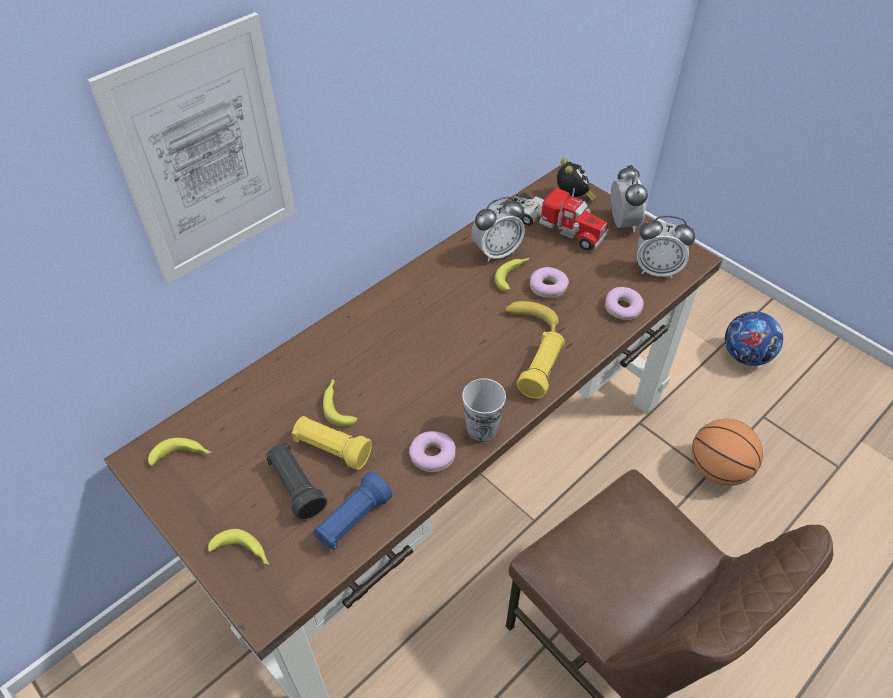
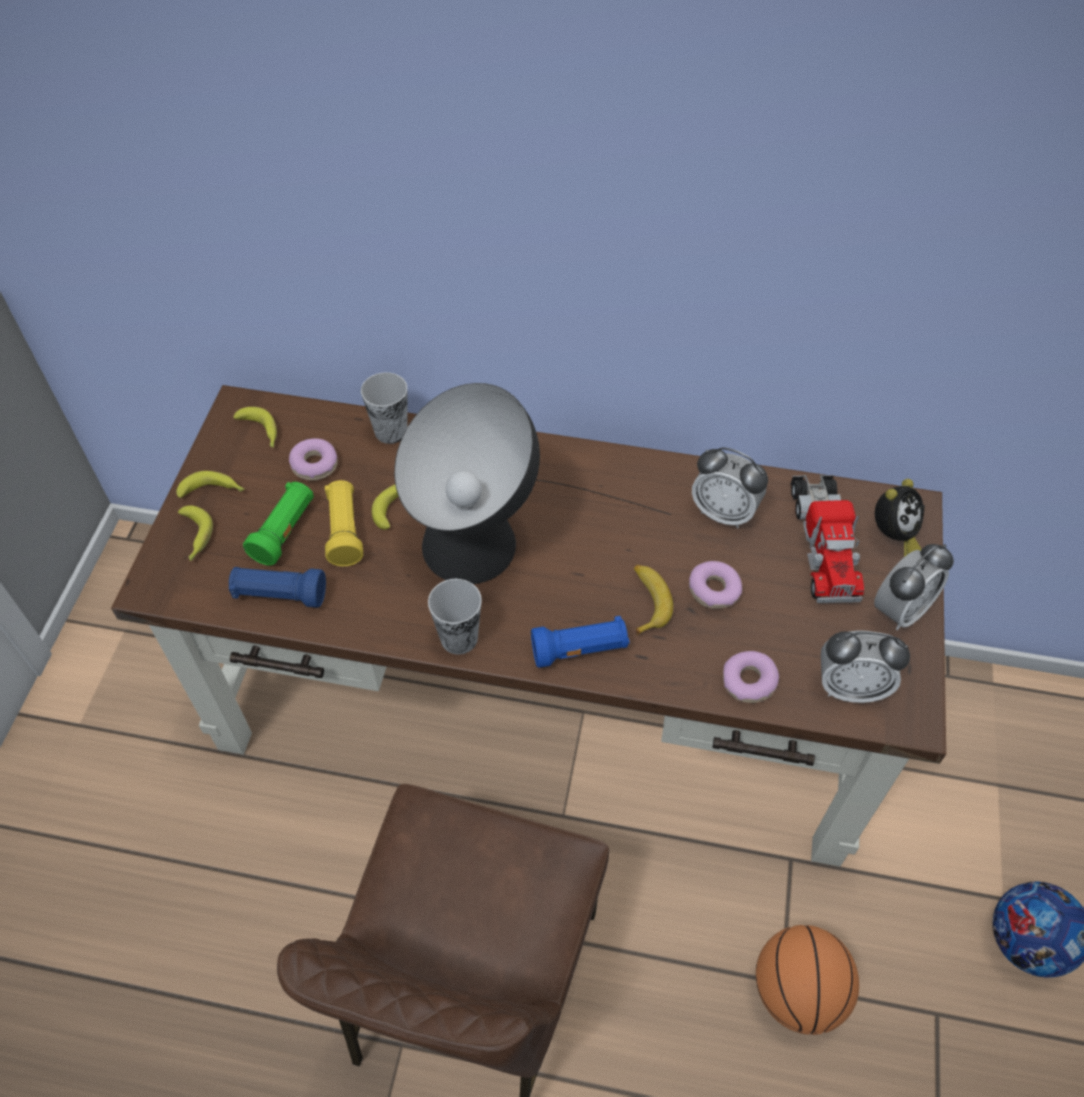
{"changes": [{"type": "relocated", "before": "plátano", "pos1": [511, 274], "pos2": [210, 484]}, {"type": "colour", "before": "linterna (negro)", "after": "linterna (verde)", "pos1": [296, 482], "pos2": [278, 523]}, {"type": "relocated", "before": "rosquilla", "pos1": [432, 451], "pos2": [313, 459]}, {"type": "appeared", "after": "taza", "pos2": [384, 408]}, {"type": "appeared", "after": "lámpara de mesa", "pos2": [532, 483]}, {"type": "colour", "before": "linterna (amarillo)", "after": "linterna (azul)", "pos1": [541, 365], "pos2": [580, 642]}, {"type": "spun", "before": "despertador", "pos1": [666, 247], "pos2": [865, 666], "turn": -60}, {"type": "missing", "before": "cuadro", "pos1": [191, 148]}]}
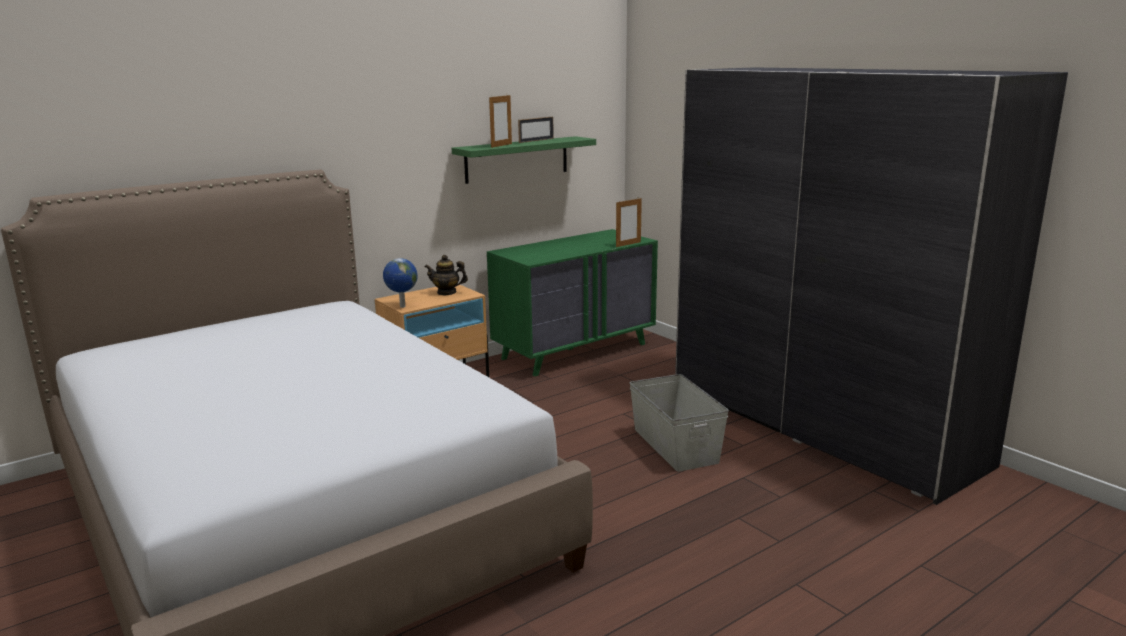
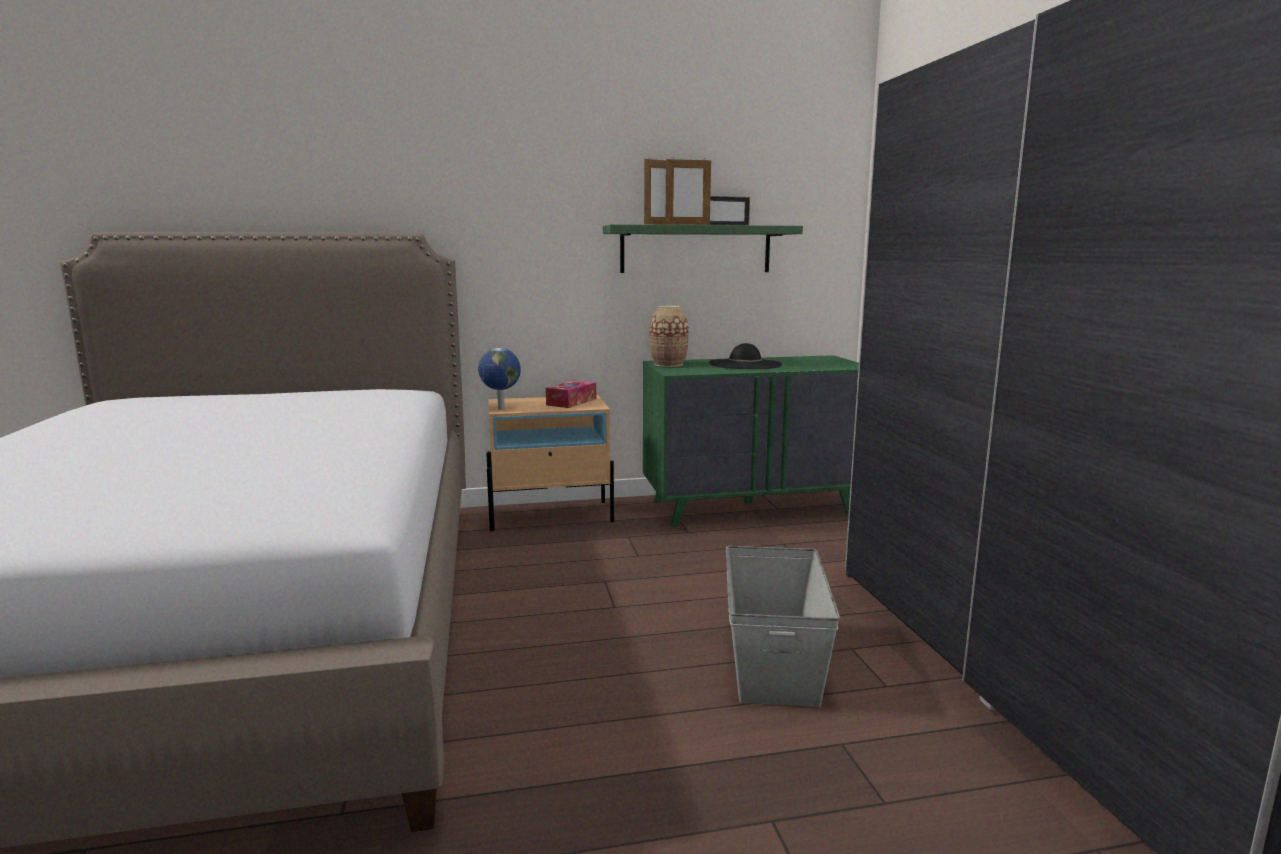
{"changes": [{"type": "exchanged", "before": "tetera", "after": "caja de pañuelos", "pos1": [446, 275], "pos2": [571, 394]}, {"type": "appeared", "after": "florero", "pos2": [669, 336]}, {"type": "relocated", "before": "portarretratos", "pos1": [629, 222], "pos2": [688, 191]}, {"type": "appeared", "after": "sombrero (negro)", "pos2": [745, 356]}]}
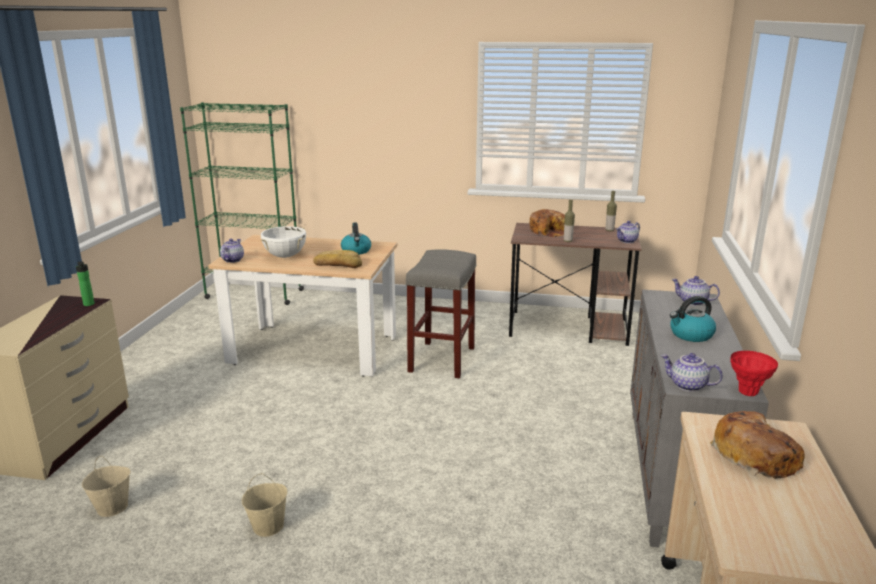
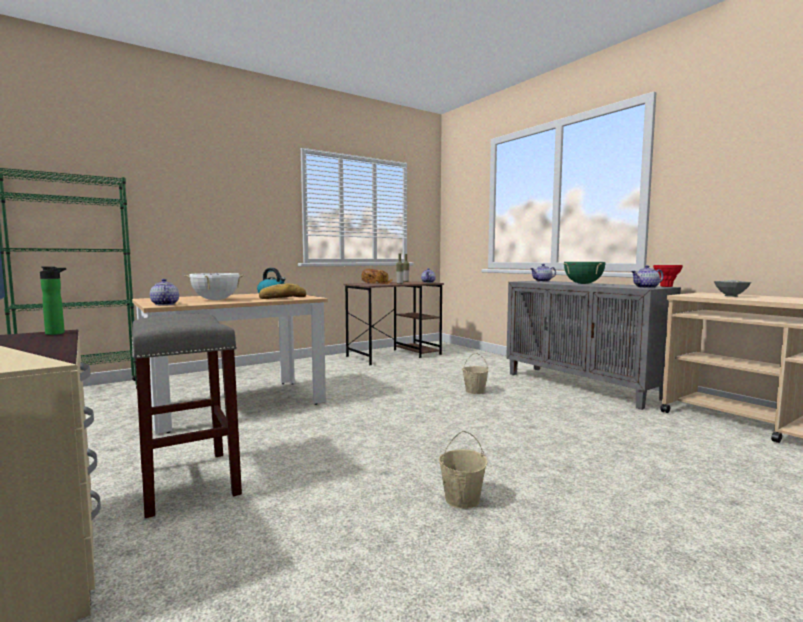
{"changes": [{"type": "relocated", "before": "taburete (gris)", "pos1": [441, 313], "pos2": [187, 415]}, {"type": "relocated", "before": "cubo (beis)", "pos1": [106, 486], "pos2": [475, 373]}, {"type": "exchanged", "before": "hervidor", "after": "olla (verde)", "pos1": [693, 319], "pos2": [584, 273]}, {"type": "exchanged", "before": "pan", "after": "cuenco (gris)", "pos1": [758, 445], "pos2": [732, 288]}]}
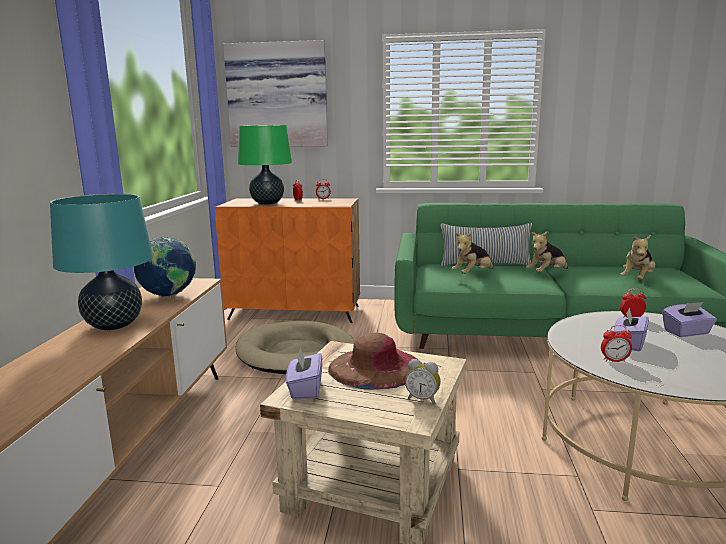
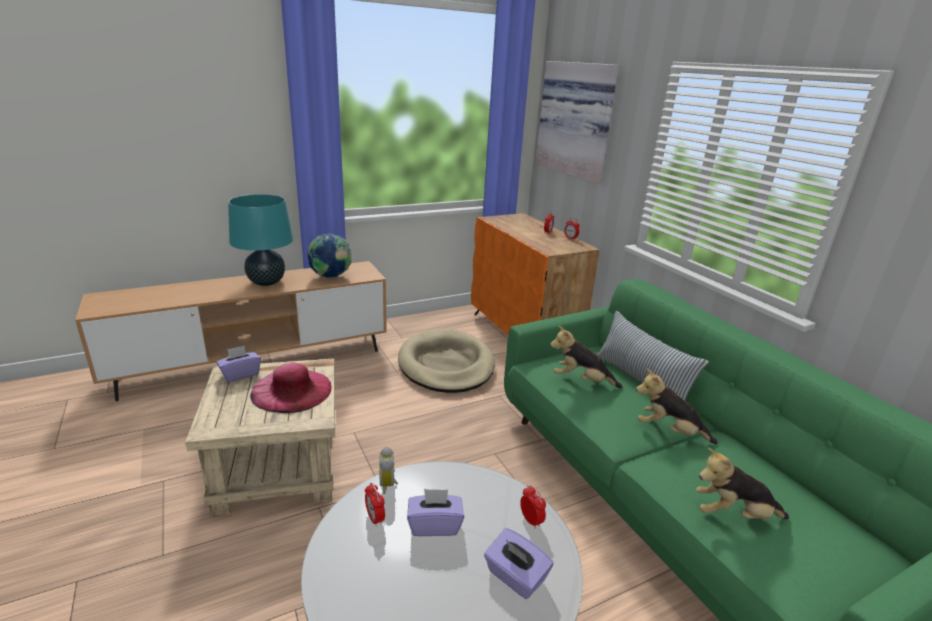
{"changes": [{"type": "colour", "before": "sombrero (marrón)", "after": "sombrero (rosa)", "pos1": [375, 361], "pos2": [291, 388]}, {"type": "relocated", "before": "despertador", "pos1": [423, 381], "pos2": [388, 470]}, {"type": "missing", "before": "lámpara de mesa (verde)", "pos1": [265, 165]}]}
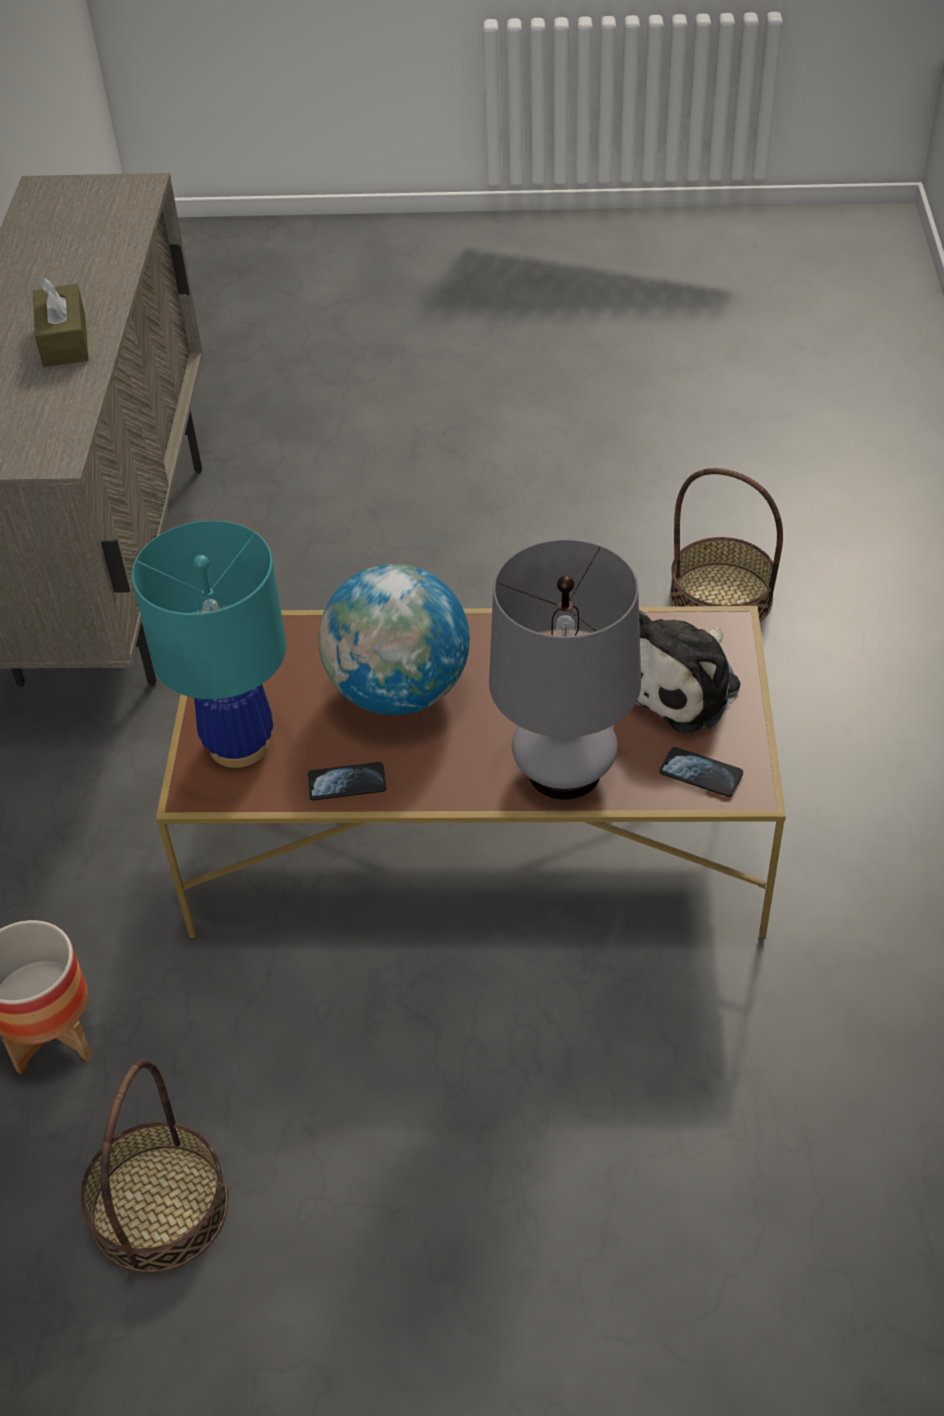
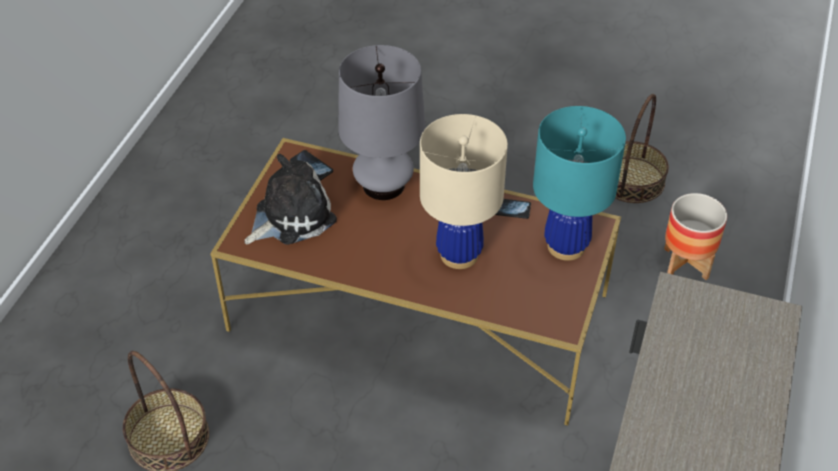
{"changes": [{"type": "exchanged", "before": "globo terráqueo", "after": "lámpara de mesa (beis)", "pos1": [394, 639], "pos2": [464, 191]}, {"type": "missing", "before": "caja de pañuelos (marrón)", "pos1": [61, 322]}]}
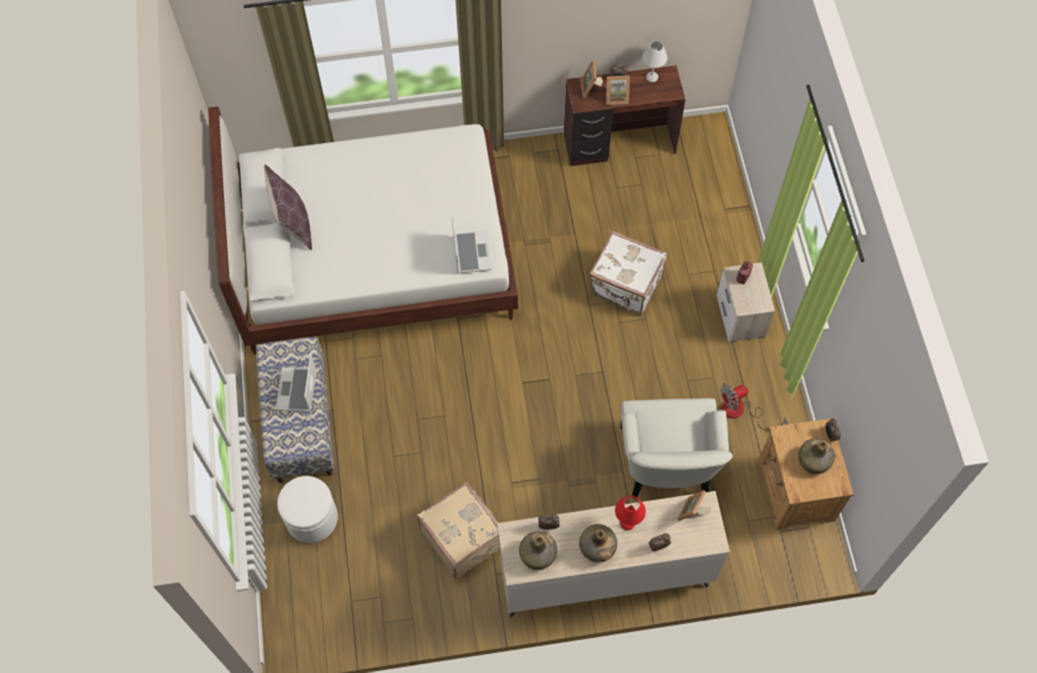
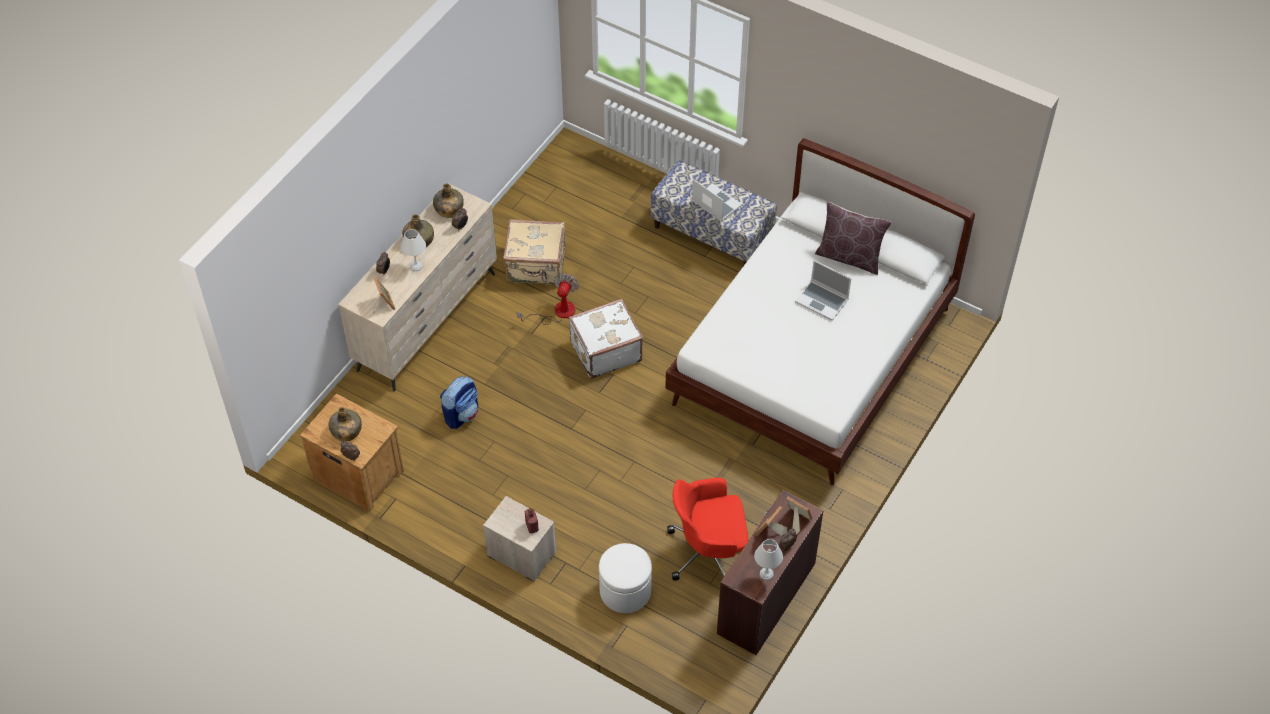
{"changes": [{"type": "colour", "before": "lámpara de mesa (rojo)", "after": "lámpara de mesa (blanco)", "pos1": [630, 513], "pos2": [413, 250]}, {"type": "exchanged", "before": "sillón (blanco)", "after": "mochila", "pos1": [677, 448], "pos2": [459, 403]}, {"type": "relocated", "before": "ventilador", "pos1": [754, 407], "pos2": [548, 299]}, {"type": "relocated", "before": "maleta (blanco)", "pos1": [628, 273], "pos2": [606, 339]}, {"type": "relocated", "before": "puf (blanco)", "pos1": [307, 509], "pos2": [625, 578]}, {"type": "appeared", "after": "silla de oficina (rojo)", "pos2": [707, 529]}, {"type": "relocated", "before": "portátil", "pos1": [472, 245], "pos2": [823, 290]}]}
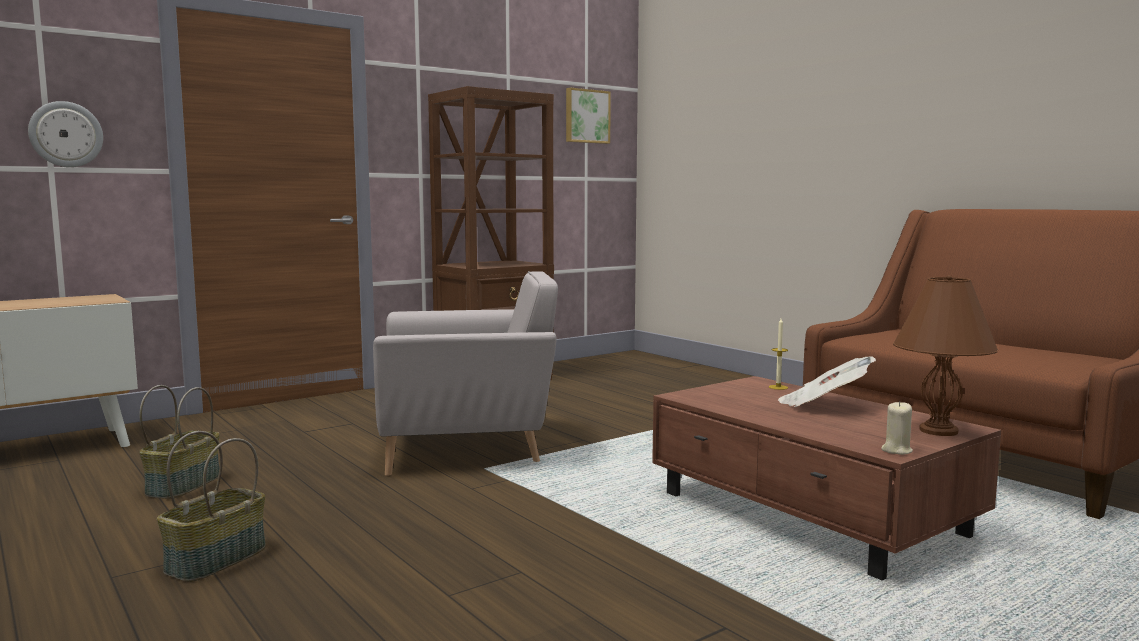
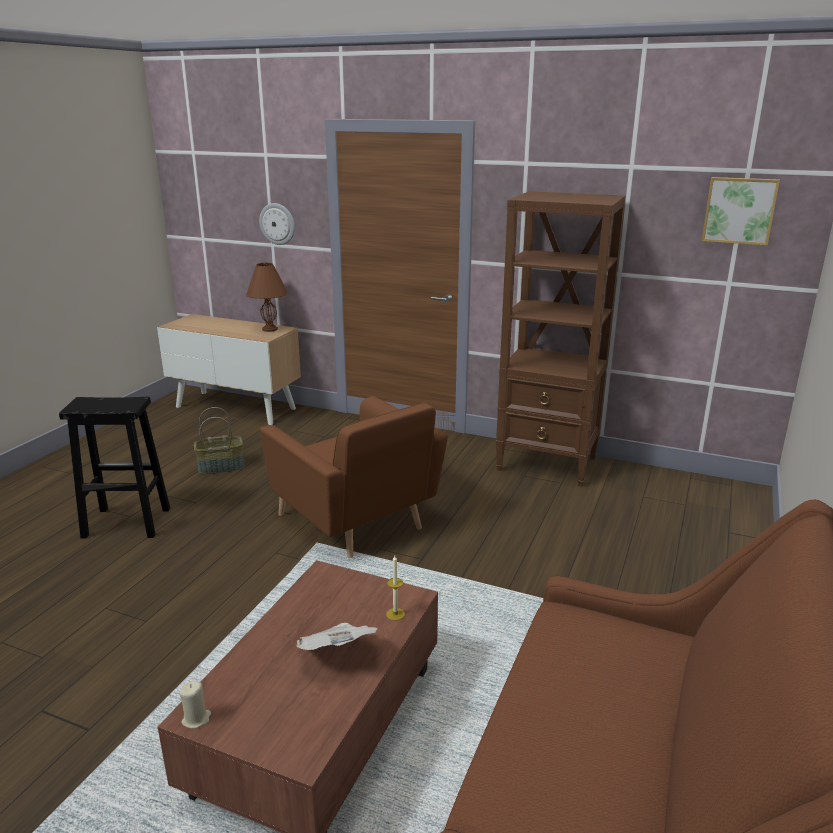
{"changes": [{"type": "exchanged", "before": "cesta", "after": "taburete (negro)", "pos1": [211, 506], "pos2": [114, 468]}, {"type": "relocated", "before": "lámpara de mesa (marrón)", "pos1": [945, 355], "pos2": [267, 297]}, {"type": "colour", "before": "sillón (gris)", "after": "sillón (marrón)", "pos1": [465, 373], "pos2": [354, 477]}]}
